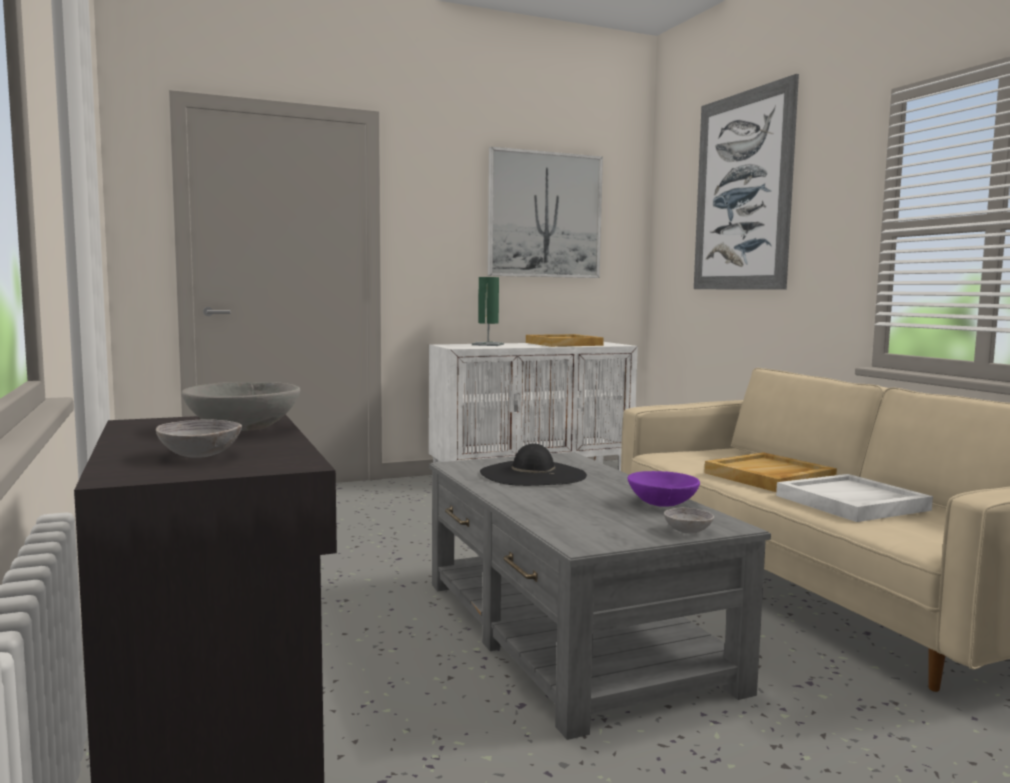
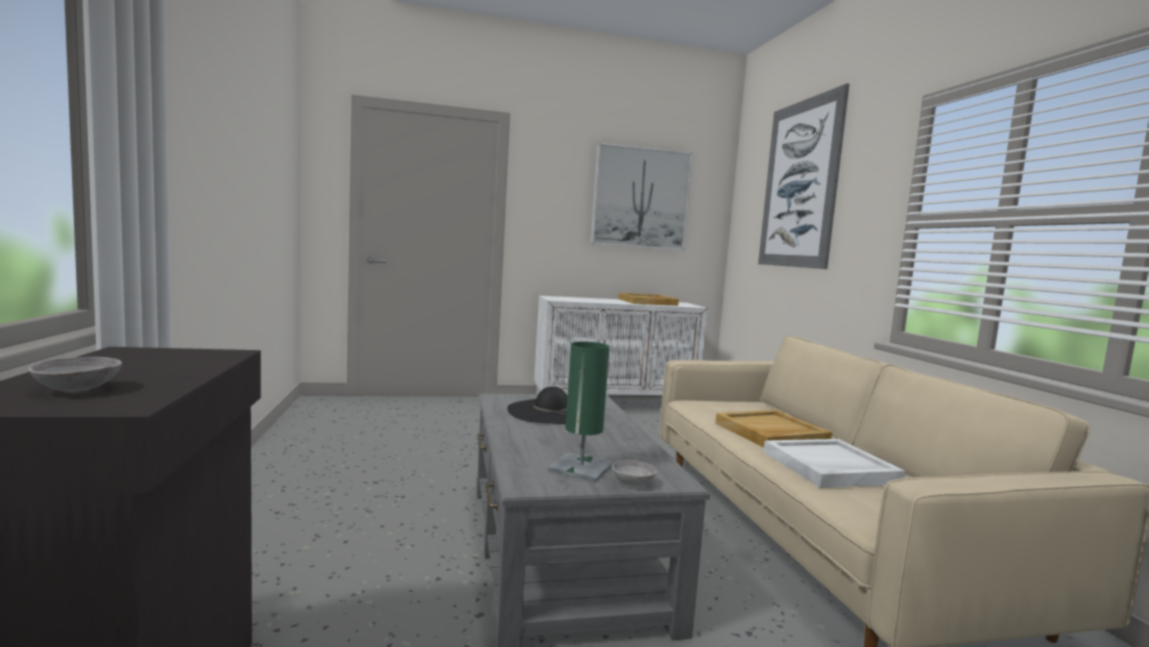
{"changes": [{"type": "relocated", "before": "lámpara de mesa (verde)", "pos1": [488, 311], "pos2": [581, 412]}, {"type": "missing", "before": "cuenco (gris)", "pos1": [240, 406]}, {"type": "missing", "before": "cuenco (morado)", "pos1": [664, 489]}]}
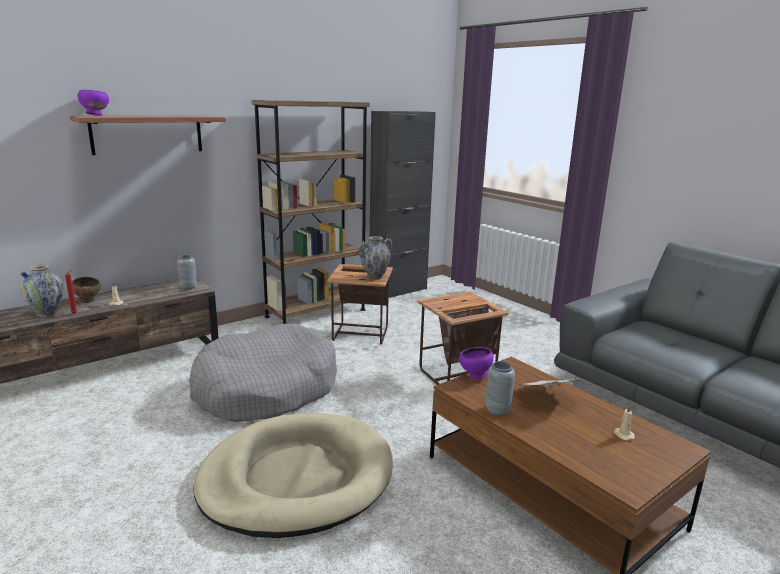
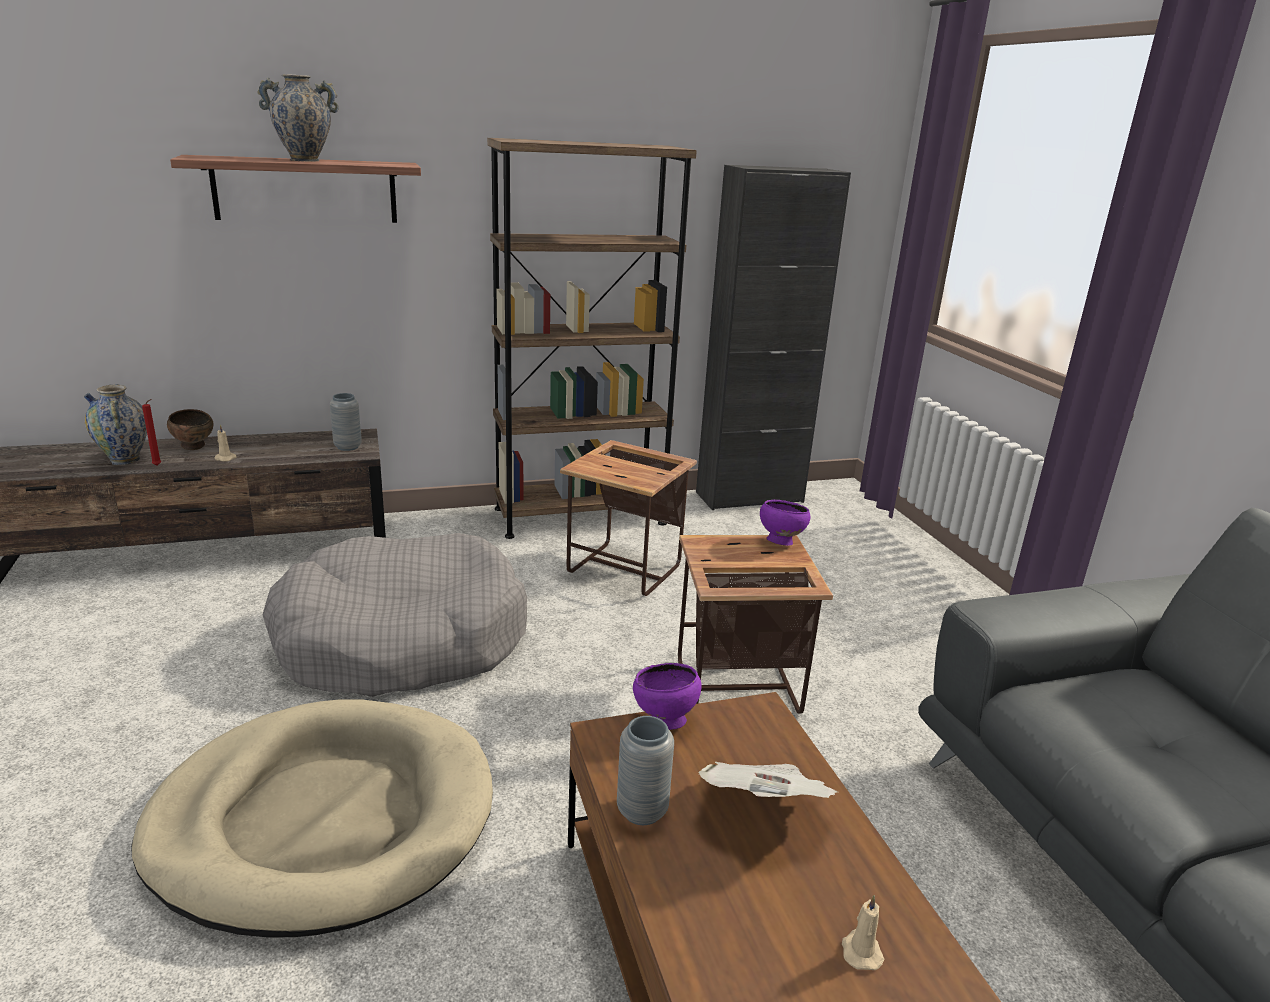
{"changes": [{"type": "relocated", "before": "florero", "pos1": [376, 258], "pos2": [298, 118]}, {"type": "relocated", "before": "cuenco (morado)", "pos1": [93, 103], "pos2": [785, 523]}]}
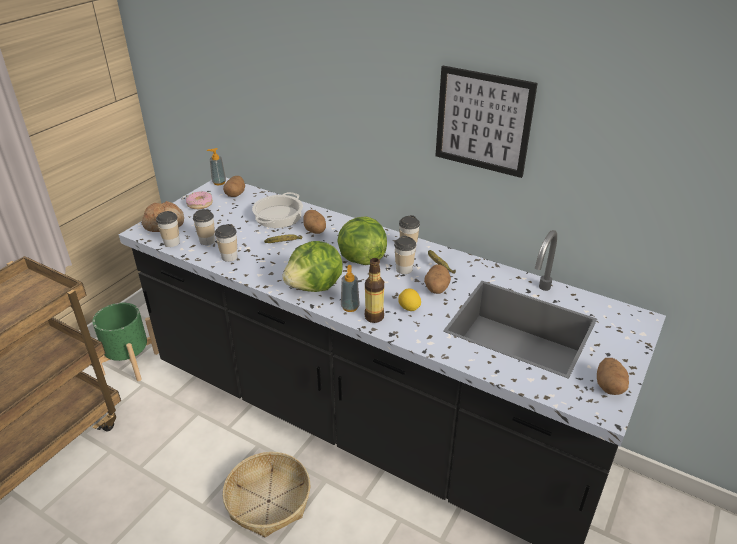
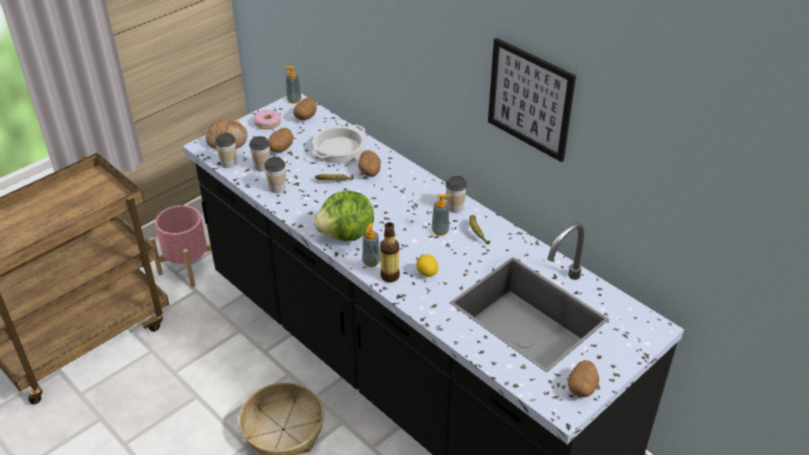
{"changes": [{"type": "colour", "before": "maceta (verde)", "after": "maceta (rosa)", "pos1": [125, 342], "pos2": [182, 246]}, {"type": "relocated", "before": "patata", "pos1": [437, 279], "pos2": [281, 140]}, {"type": "exchanged", "before": "taza", "after": "dispensador de jabón", "pos1": [405, 255], "pos2": [441, 215]}, {"type": "missing", "before": "lechuga", "pos1": [362, 241]}]}
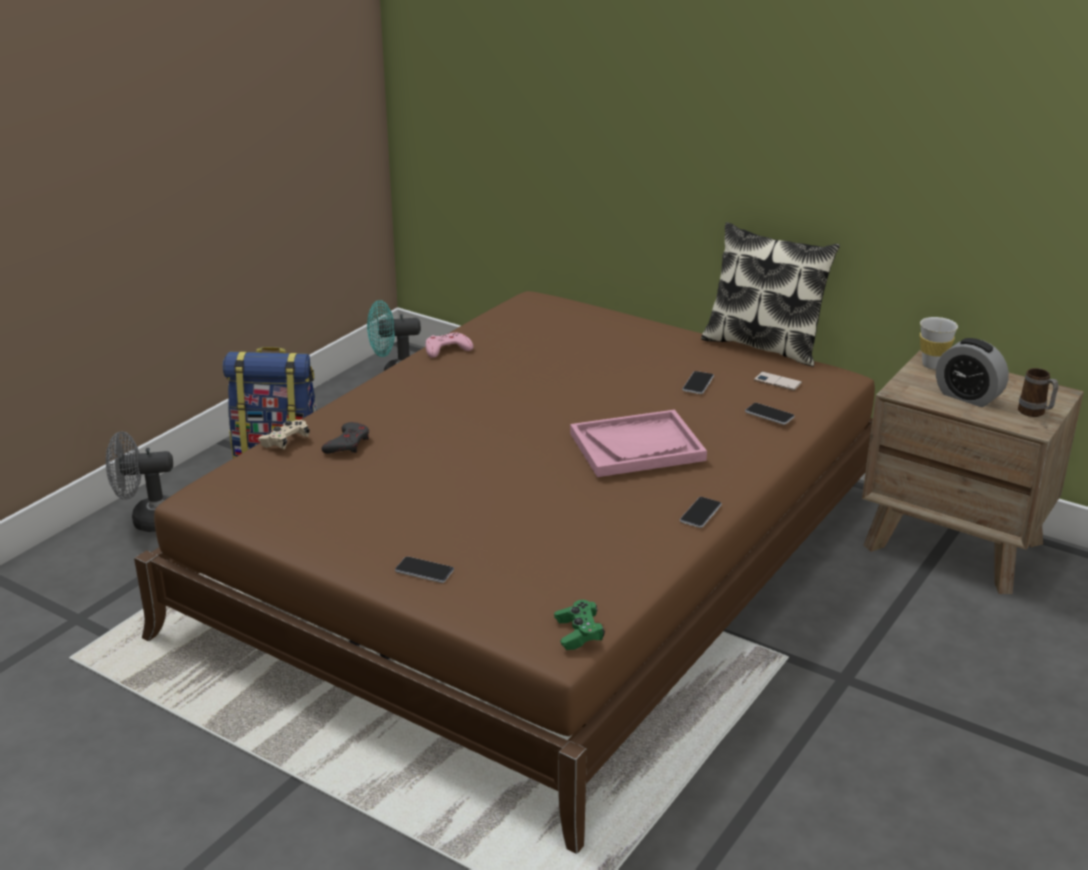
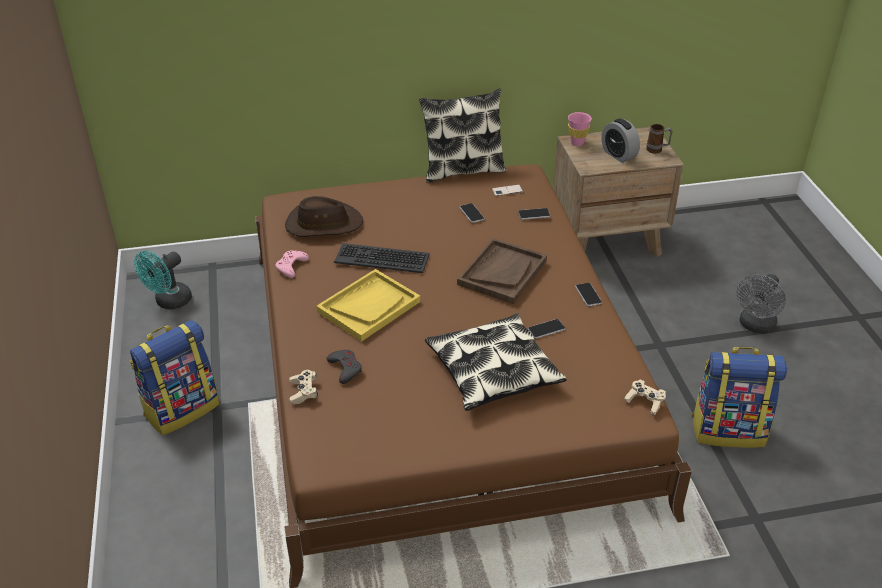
{"changes": [{"type": "appeared", "after": "sombrero (marrón)", "pos2": [324, 216]}, {"type": "appeared", "after": "bandeja (amarillo)", "pos2": [368, 305]}, {"type": "appeared", "after": "teclado", "pos2": [382, 258]}, {"type": "appeared", "after": "cojín", "pos2": [496, 362]}, {"type": "colour", "before": "bandeja (rosa)", "after": "bandeja (marrón)", "pos1": [638, 443], "pos2": [502, 271]}, {"type": "relocated", "before": "móvil", "pos1": [424, 569], "pos2": [546, 329]}, {"type": "colour", "before": "taza (blanco)", "after": "taza (rosa)", "pos1": [939, 343], "pos2": [580, 129]}, {"type": "spun", "before": "despertador", "pos1": [972, 372], "pos2": [620, 141], "turn": 60}, {"type": "colour", "before": "mando de consola (verde)", "after": "mando de consola (beis)", "pos1": [579, 625], "pos2": [645, 397]}, {"type": "appeared", "after": "mochila", "pos2": [739, 397]}, {"type": "relocated", "before": "ventilador (gris)", "pos1": [139, 481], "pos2": [761, 304]}]}
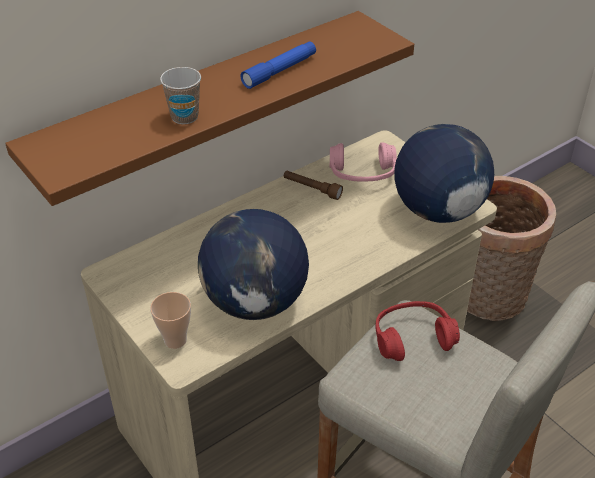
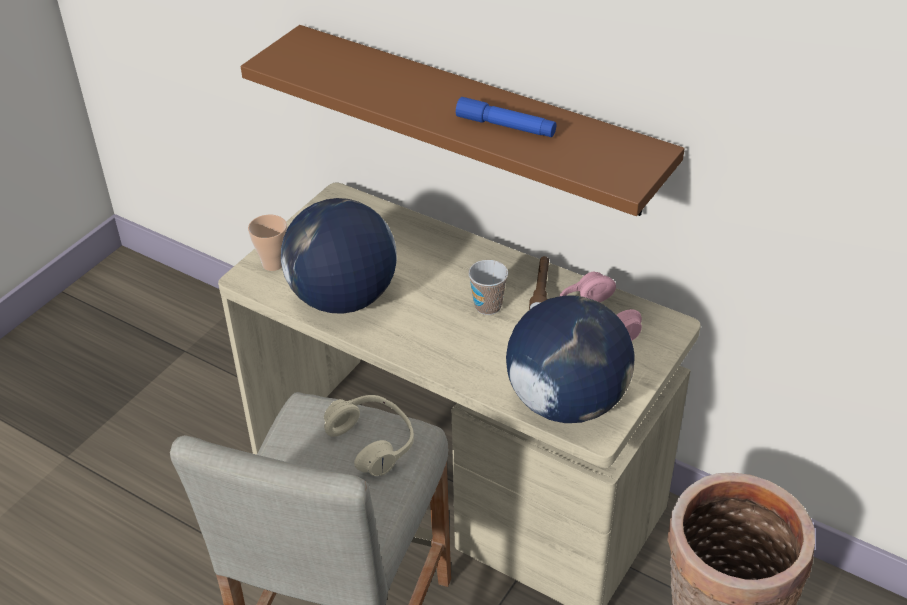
{"changes": [{"type": "colour", "before": "auriculares (rojo)", "after": "auriculares (beis)", "pos1": [417, 331], "pos2": [369, 435]}, {"type": "relocated", "before": "taza", "pos1": [180, 95], "pos2": [488, 287]}]}
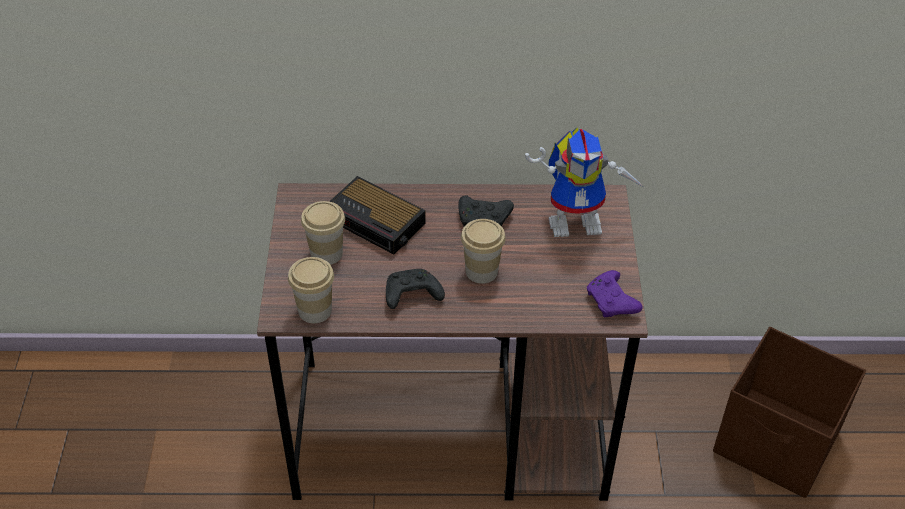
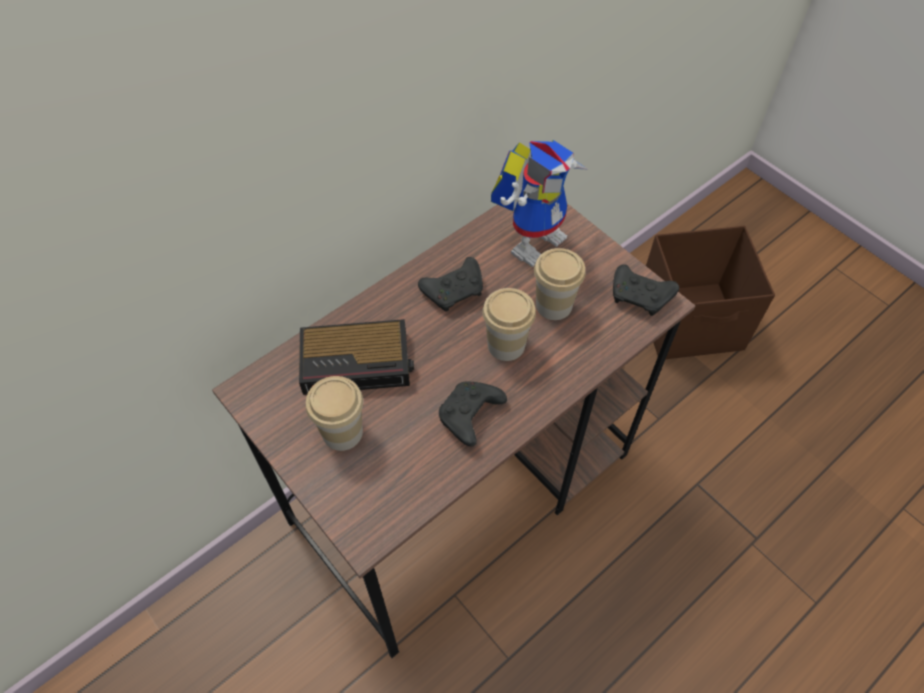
{"changes": [{"type": "relocated", "before": "taza", "pos1": [311, 290], "pos2": [560, 284]}, {"type": "colour", "before": "mando de consola (morado)", "after": "mando de consola (negro)", "pos1": [614, 293], "pos2": [646, 290]}]}
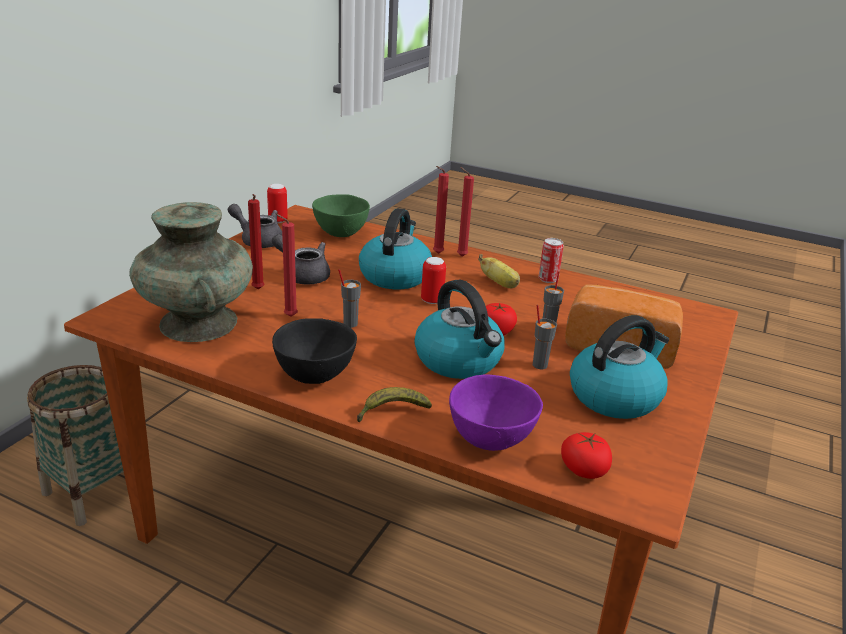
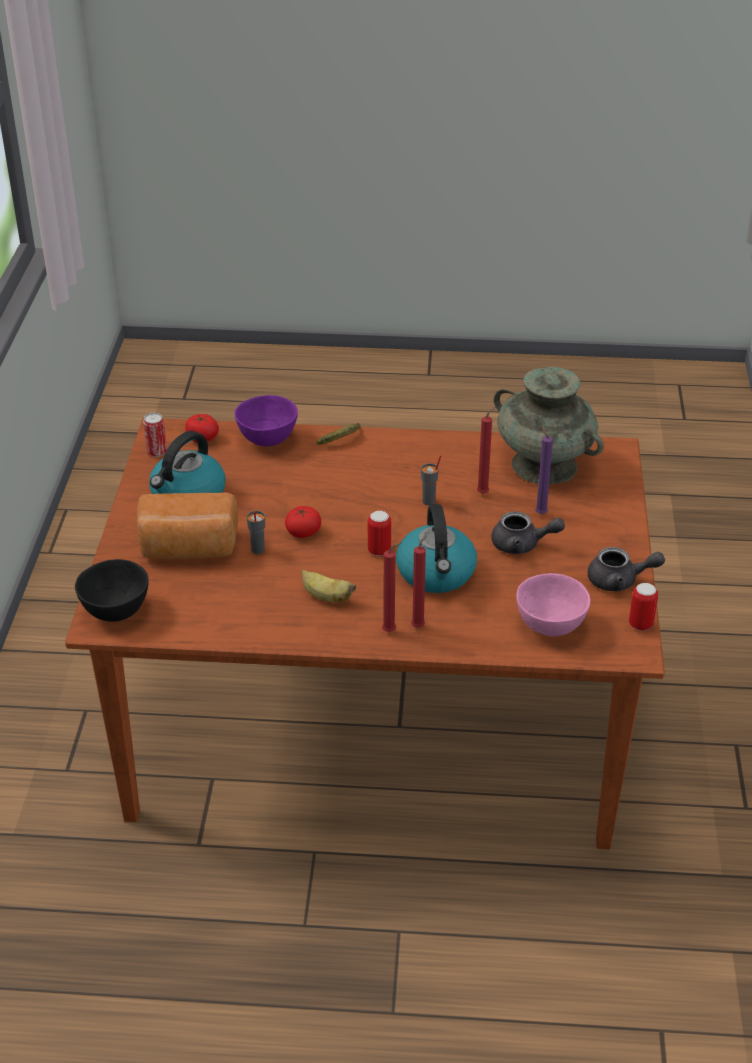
{"changes": [{"type": "relocated", "before": "cuenco (negro)", "pos1": [314, 351], "pos2": [112, 590]}, {"type": "relocated", "before": "lata", "pos1": [551, 260], "pos2": [155, 435]}, {"type": "colour", "before": "cuenco (verde)", "after": "cuenco (rosa)", "pos1": [341, 215], "pos2": [553, 604]}, {"type": "colour", "before": "vela (rojo)", "after": "vela (morado)", "pos1": [256, 241], "pos2": [544, 469]}, {"type": "missing", "before": "cesta", "pos1": [75, 445]}, {"type": "missing", "before": "hervidor", "pos1": [459, 329]}, {"type": "missing", "before": "taza (gris)", "pos1": [545, 337]}]}
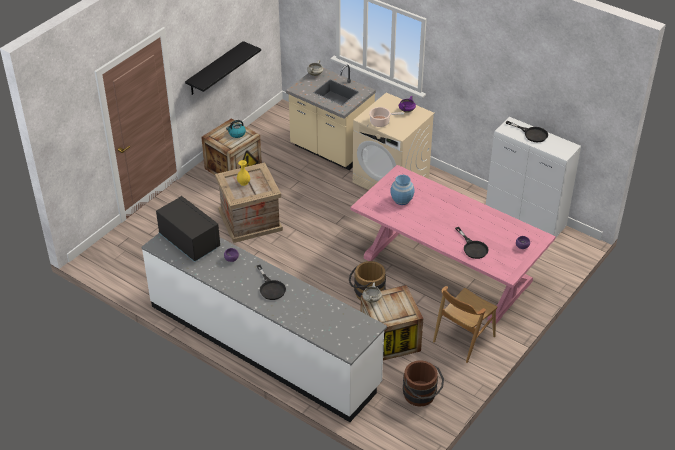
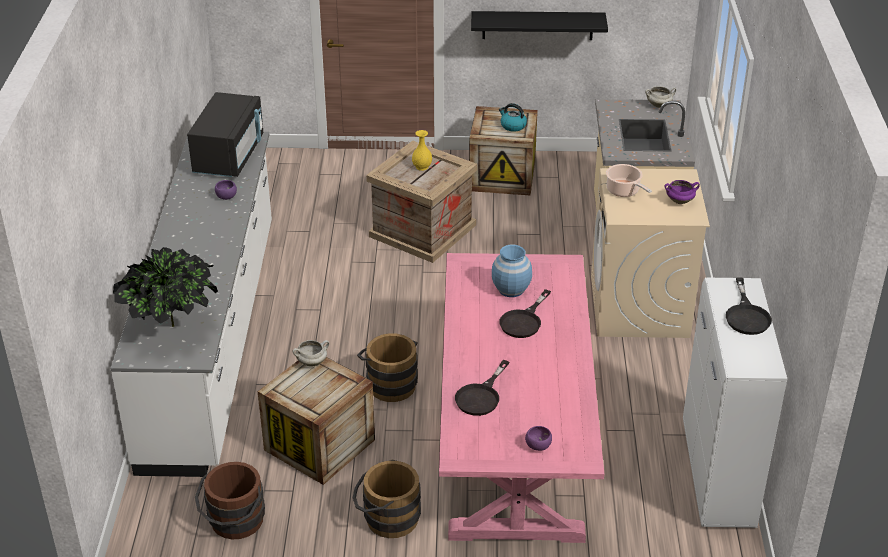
{"changes": [{"type": "appeared", "after": "planta en maceta", "pos2": [165, 287]}, {"type": "exchanged", "before": "silla (marrón)", "after": "cubo (marrón)", "pos1": [465, 324], "pos2": [386, 499]}, {"type": "relocated", "before": "sartén (negro)", "pos1": [271, 282], "pos2": [525, 313]}]}
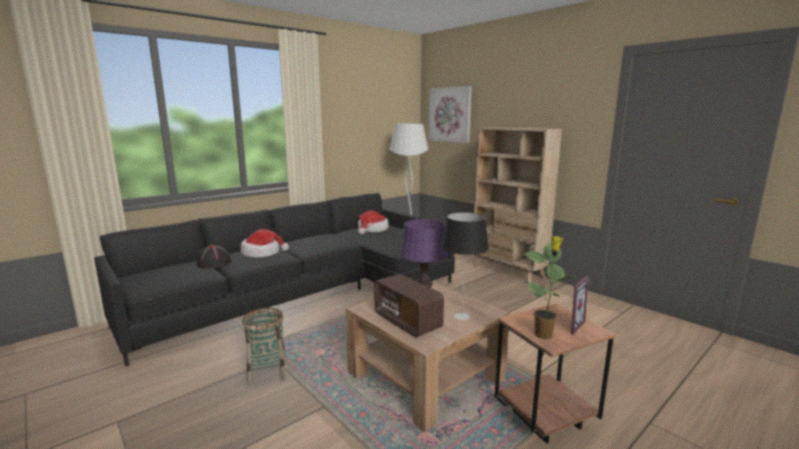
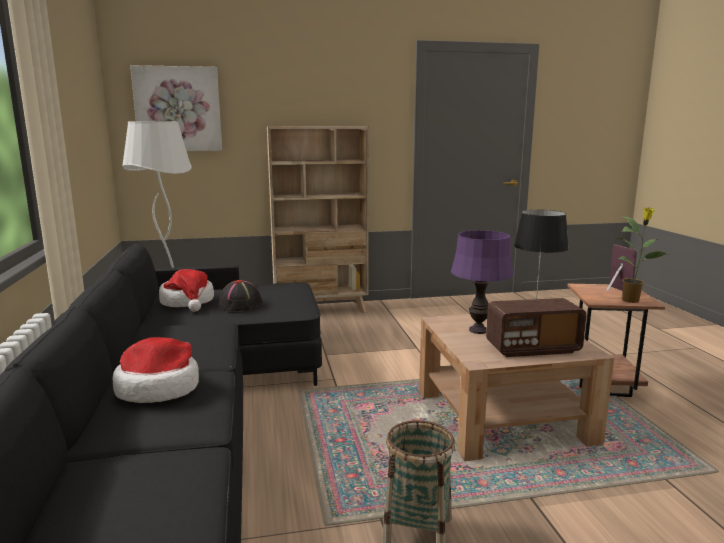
{"changes": [{"type": "relocated", "before": "sombrero (negro)", "pos1": [214, 257], "pos2": [240, 295]}]}
